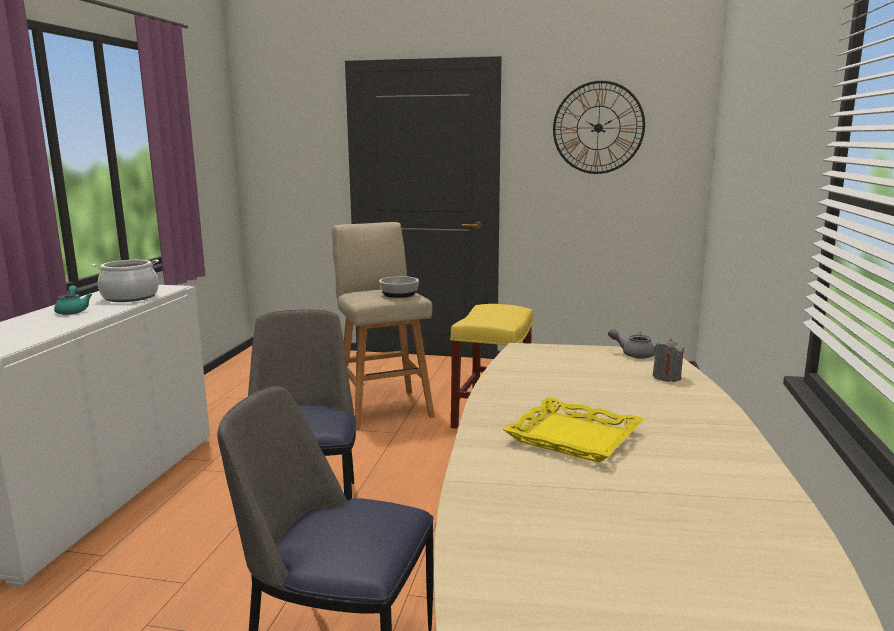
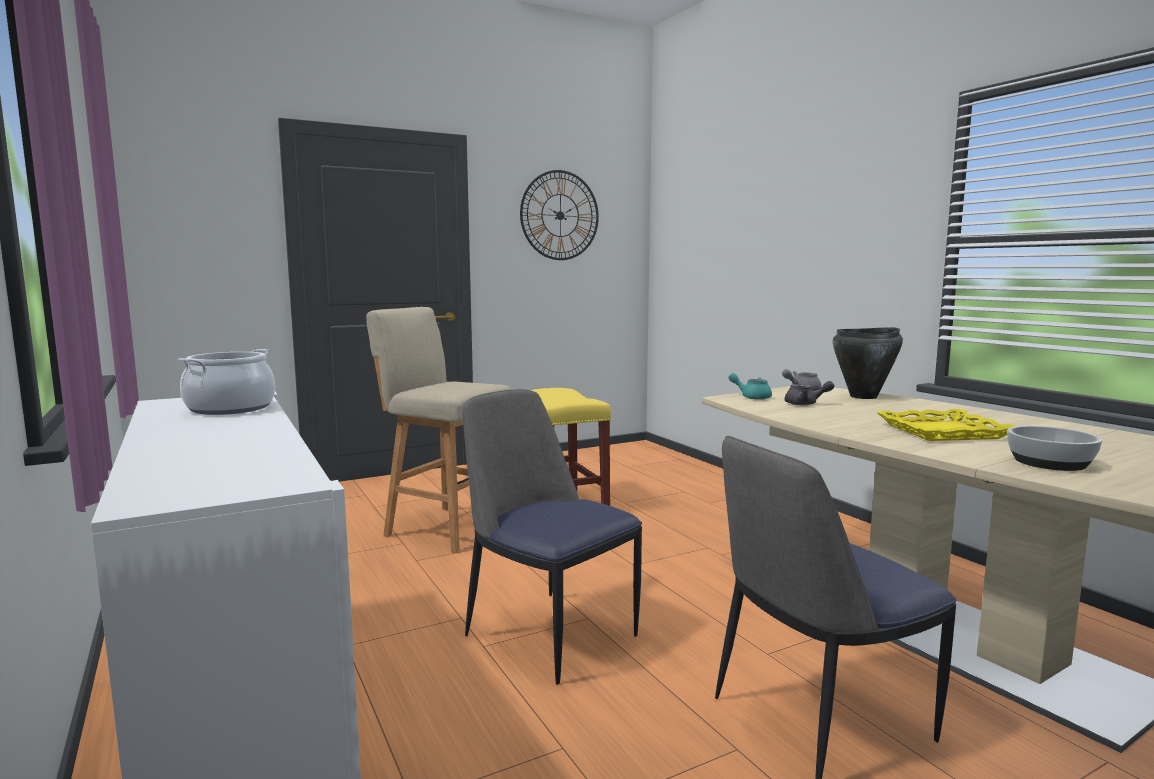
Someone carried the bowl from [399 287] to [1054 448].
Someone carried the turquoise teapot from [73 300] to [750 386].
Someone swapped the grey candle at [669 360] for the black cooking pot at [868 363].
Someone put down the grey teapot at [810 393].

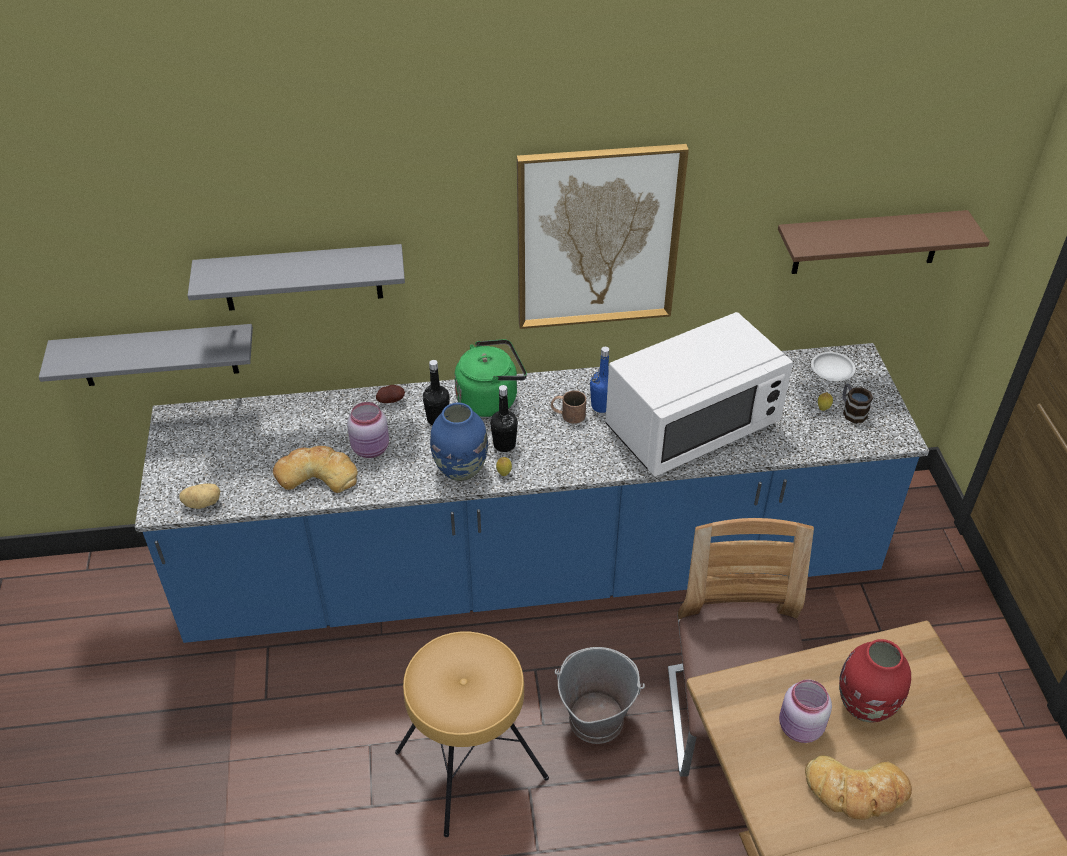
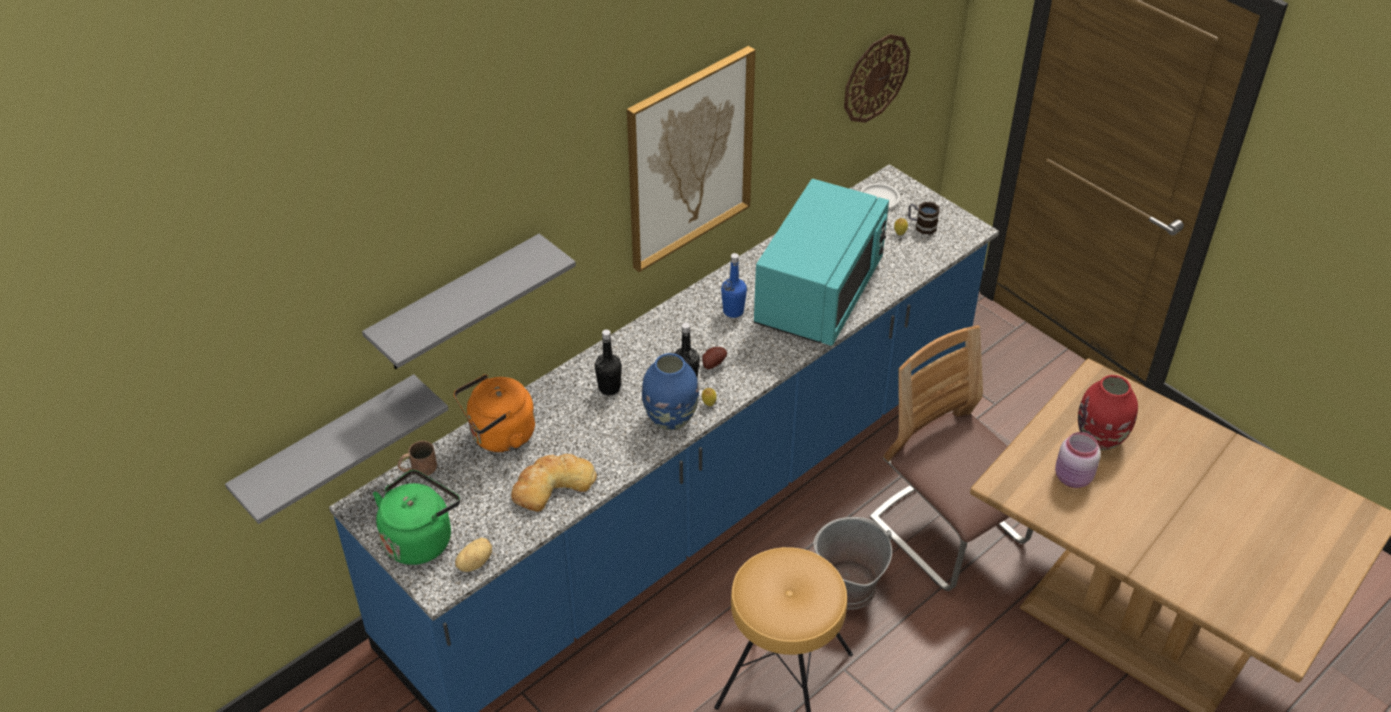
Someone swapped the brown shelf at [884 242] for the wall clock at [877 78].
Someone repainted the white microwave at [699 394], which became the turquoise microwave at [821 262].
Someone carried the green kettle from [490 378] to [416 517].
Someone carried the potato from [390 394] to [714 358].
Someone carried the brown mug from [568 407] to [417 458].
Someone took away the pink jar at [368 430].
Someone took away the bread at [858 787].
Someone put down the orange kettle at [494 413].

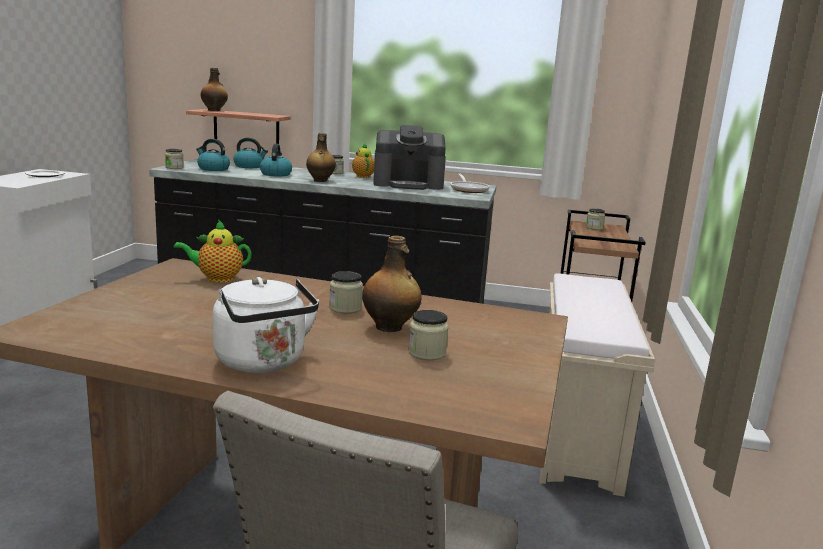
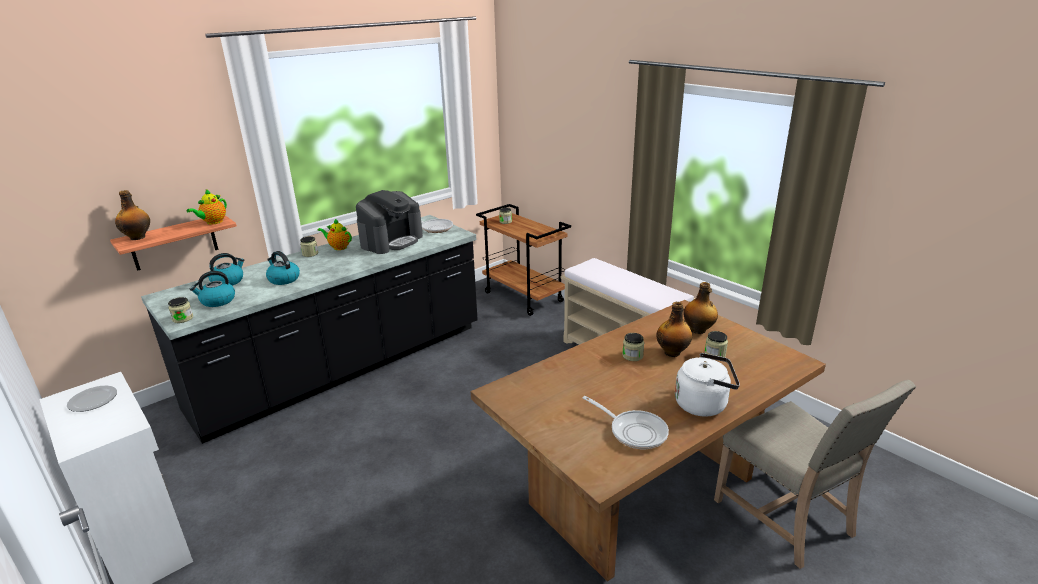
Someone carried the bottle from [321 157] to [700 308].
Someone carried the teapot from [213 251] to [207 207].
Someone put down the frying pan at [625 422].

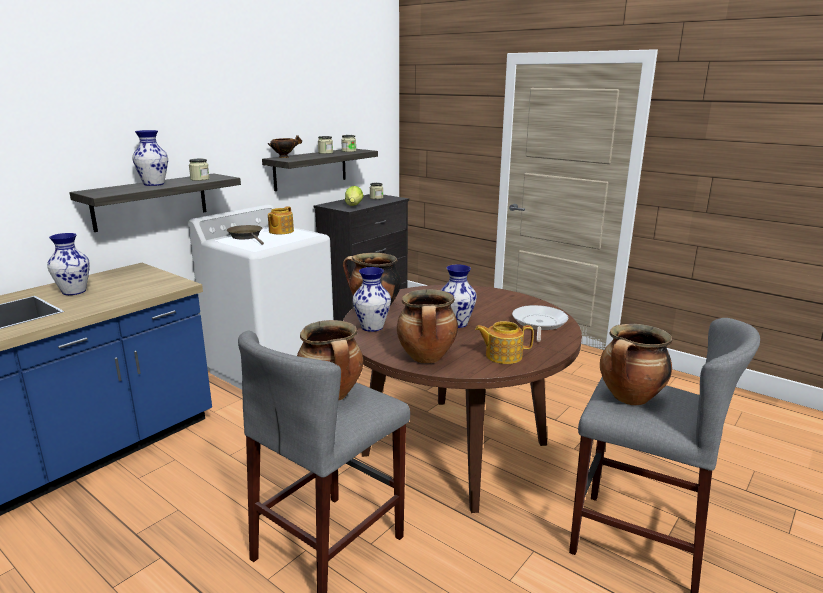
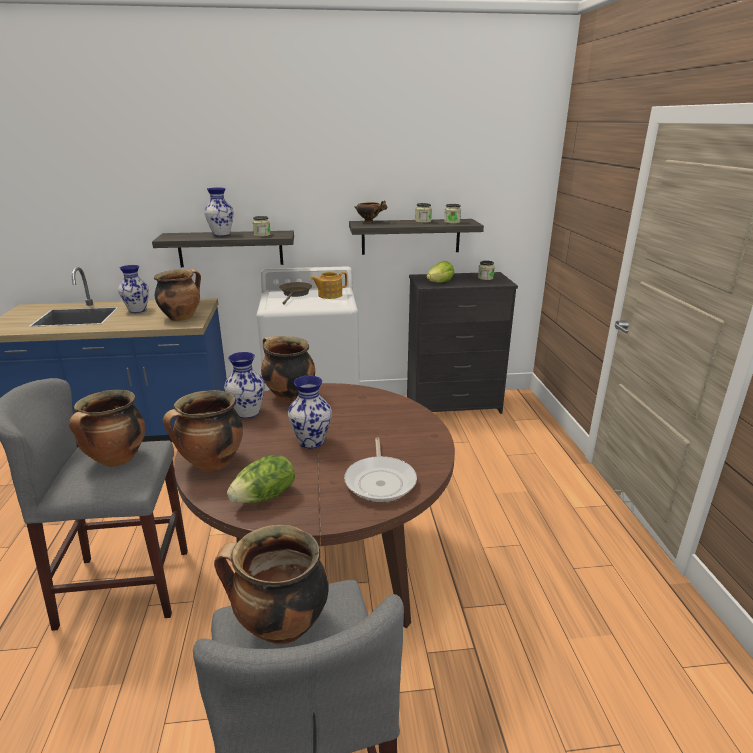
Someone rotated the frying pan at [540 323] by 120 degrees clockwise.
Someone swapped the teapot at [504 342] for the lettuce at [261 479].
Someone put down the cooking pot at [177 295].

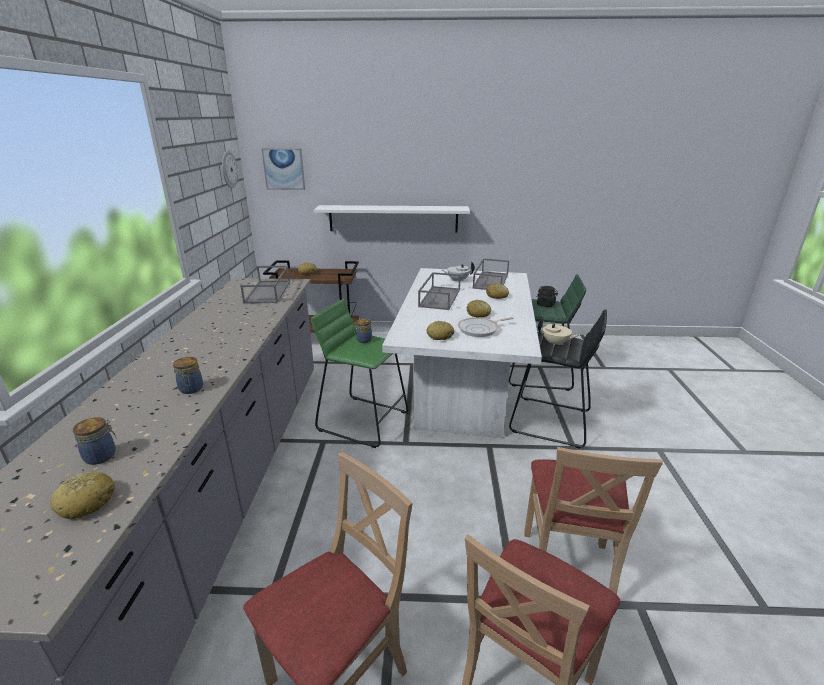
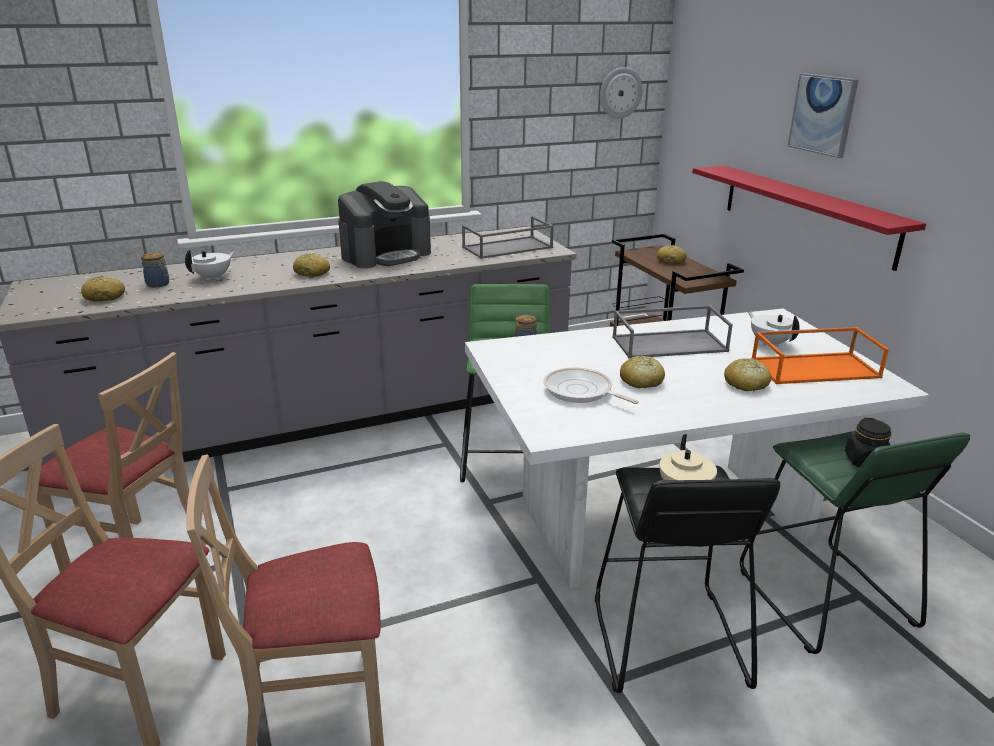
Someone carried the picture from [283 169] to [823 115].
Someone repainted the white shelf at [392 218], which became the red shelf at [809 218].
Someone repainted the grey tray at [491 274], which became the orange tray at [820 355].
Someone carried the bread from [440 330] to [311 265].
Someone took away the jar at [188 375].
Someone put down the coffee machine at [384 224].
Someone put down the white teapot at [210 265].

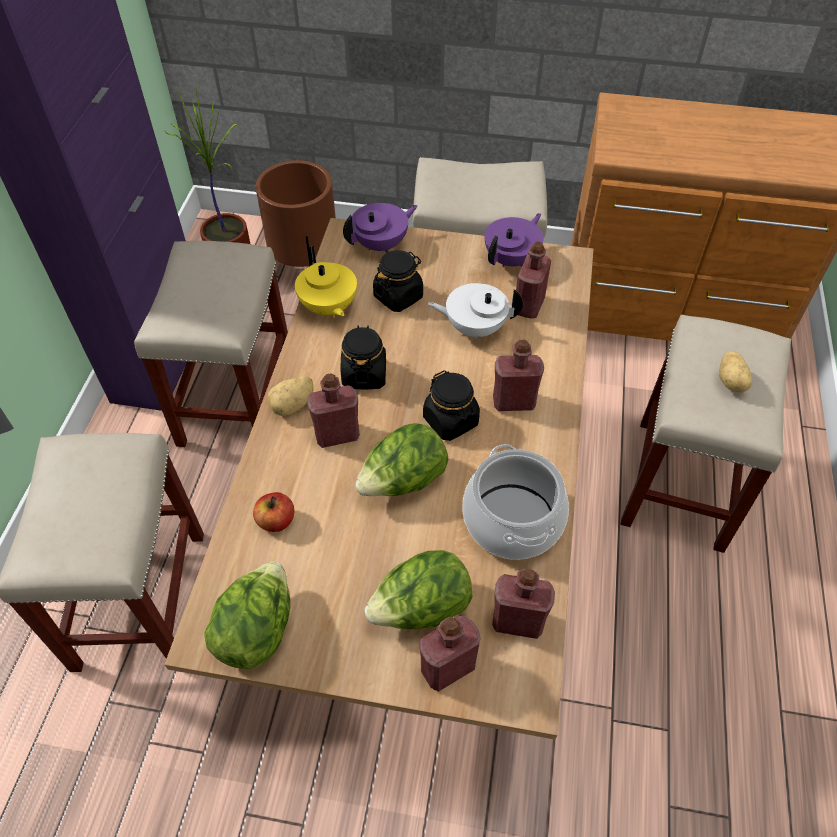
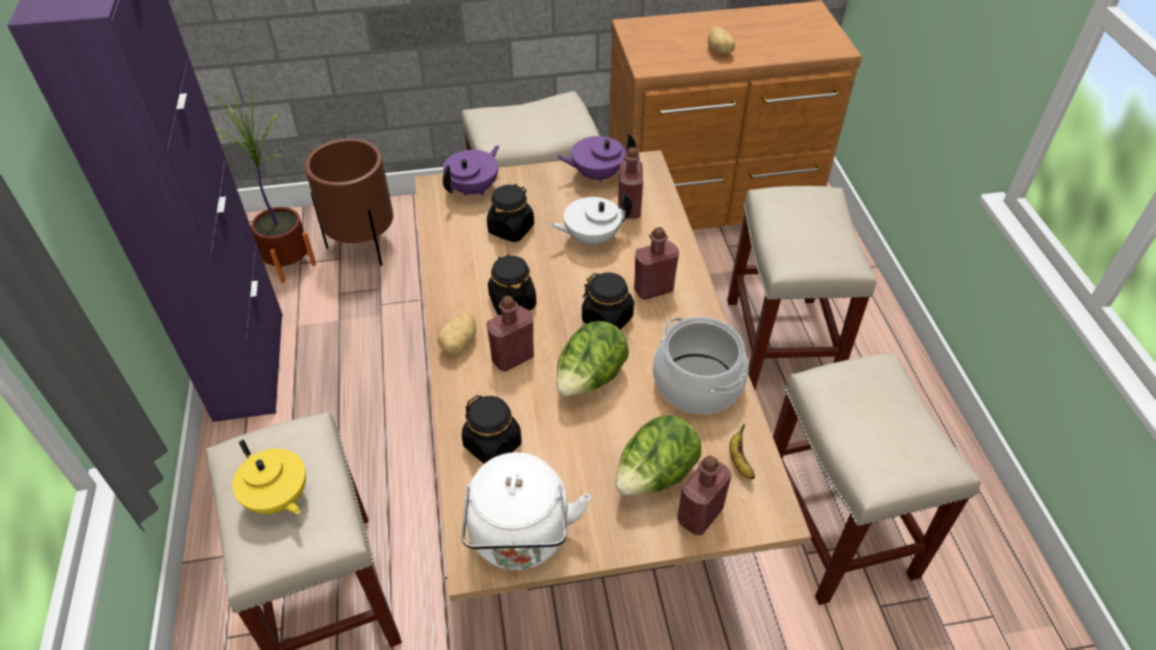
Someone rotated the purple teapot at [514 240] by 120 degrees counterclockwise.
Someone carried the beige stool from [211 344] to [877 478].
Someone carried the yellow teapot from [326 282] to [269 476].
Someone carried the potato from [735 371] to [721 40].
Someone swapped the apple at [273 512] for the black jar at [492 429].
Someone swapped the lettuce at [247 615] for the white kettle at [526 511].
Someone swapped the red bottle at [523 604] for the banana at [742 451].

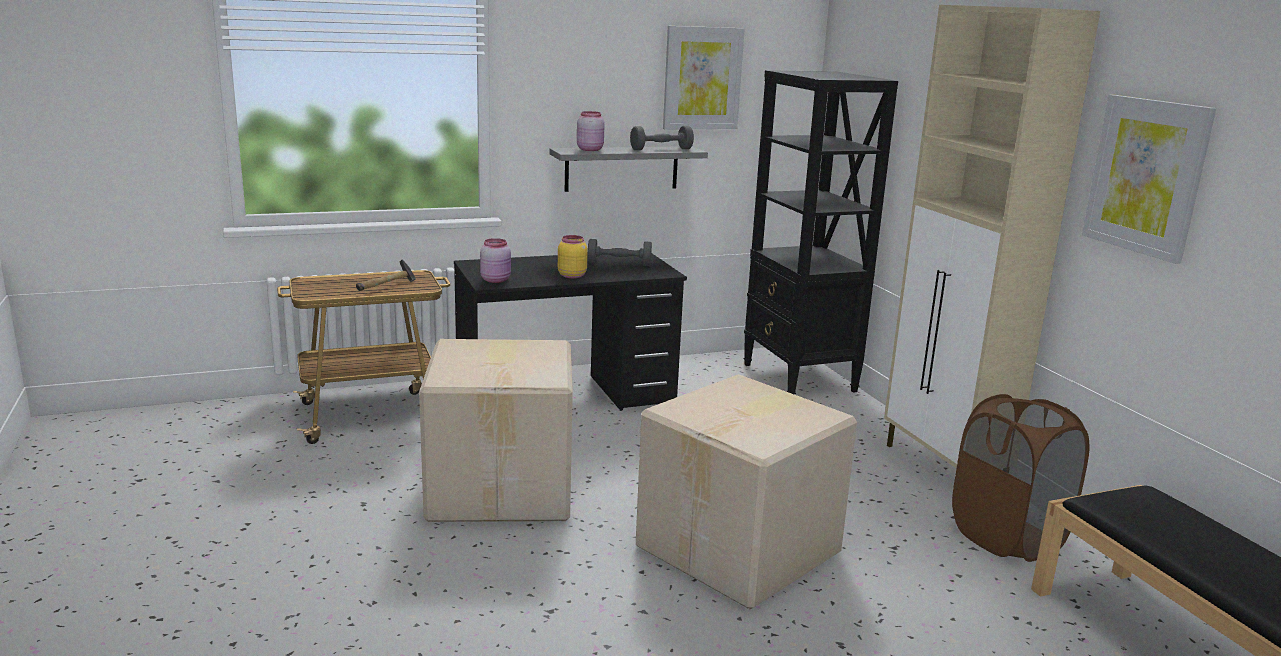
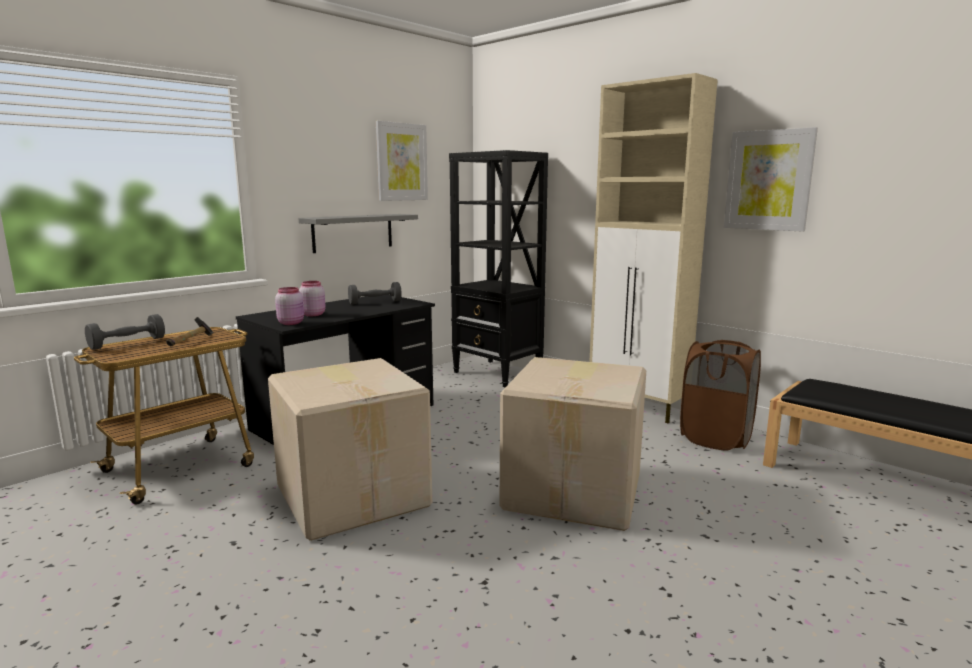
Someone carried the pink jar from [591 131] to [312 298].
Someone carried the grey dumbbell from [662 138] to [125 332].
Someone took away the yellow jar at [573 256].

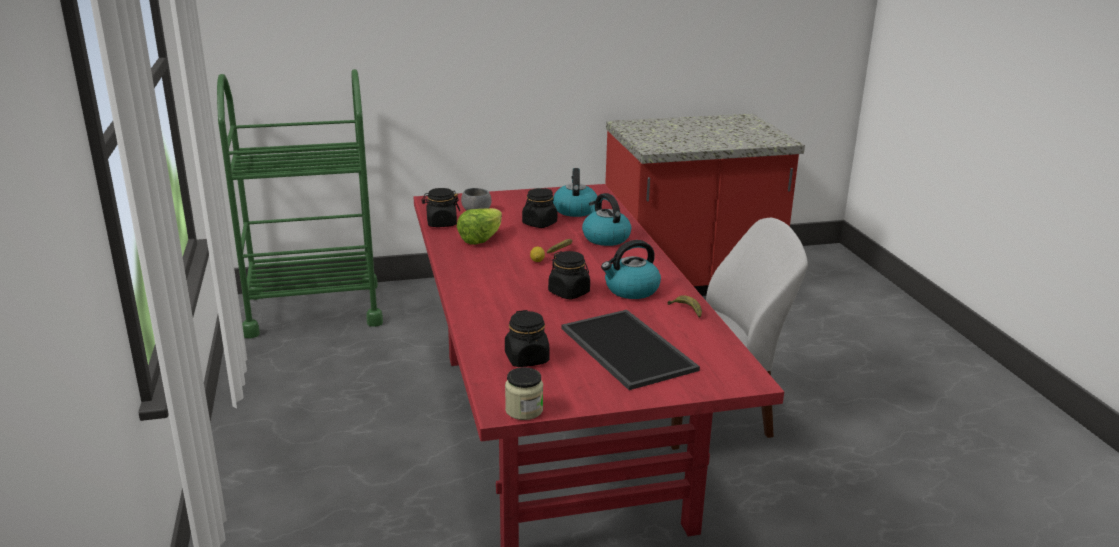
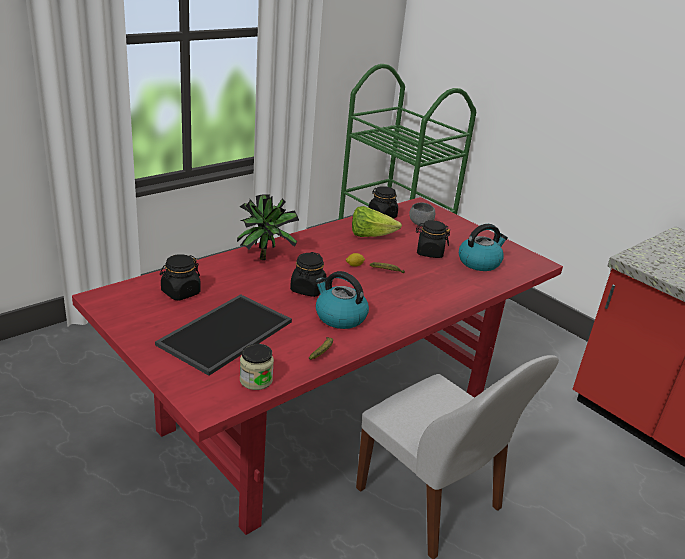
Someone took away the kettle at [606 219].
Someone carried the jar from [524 393] to [257 367].
Someone put down the potted plant at [268 227].

